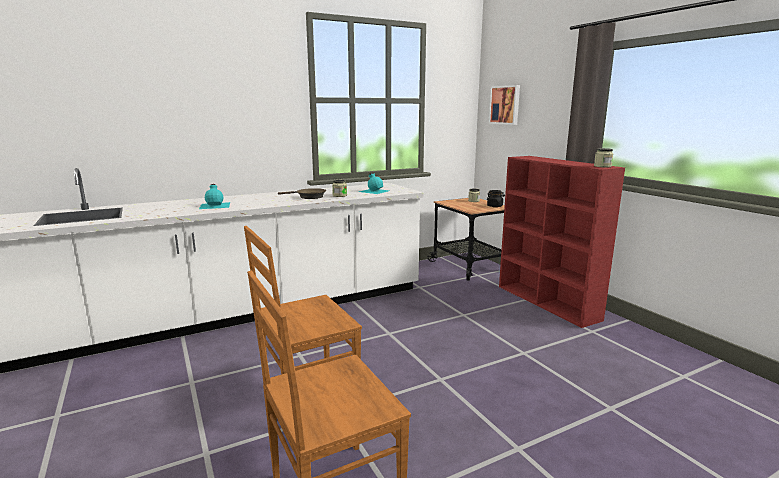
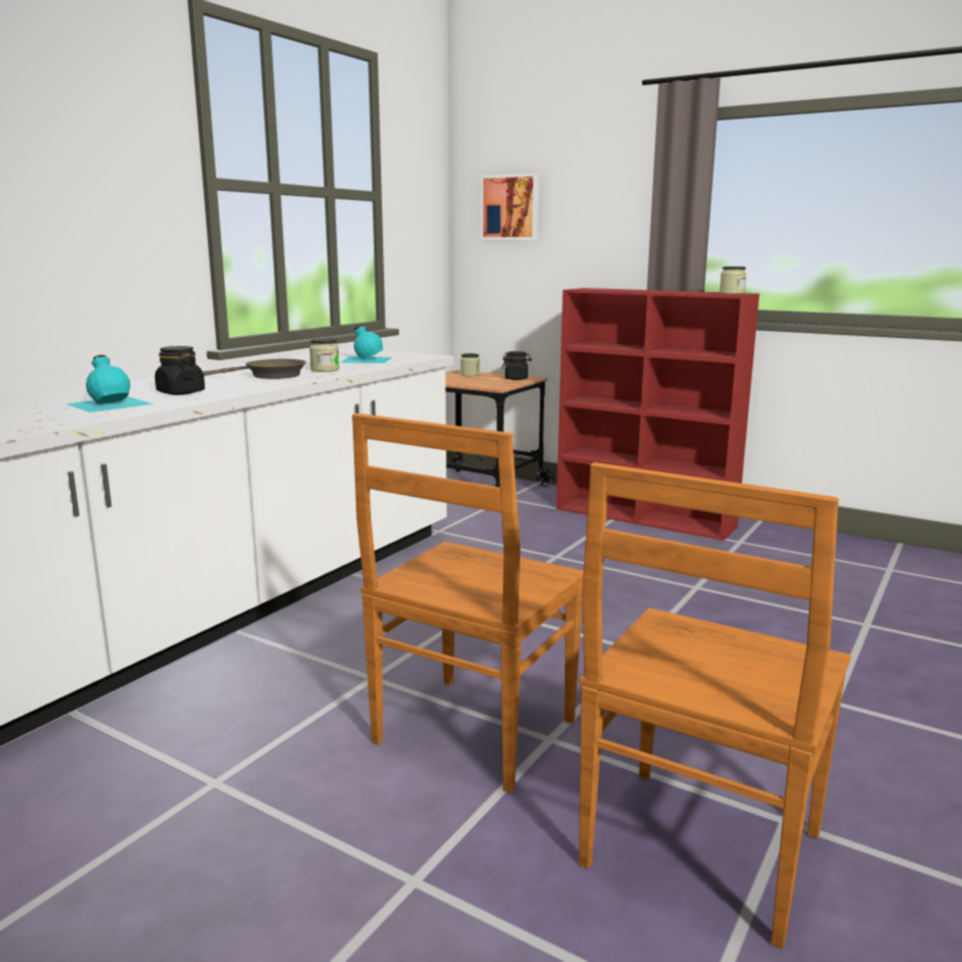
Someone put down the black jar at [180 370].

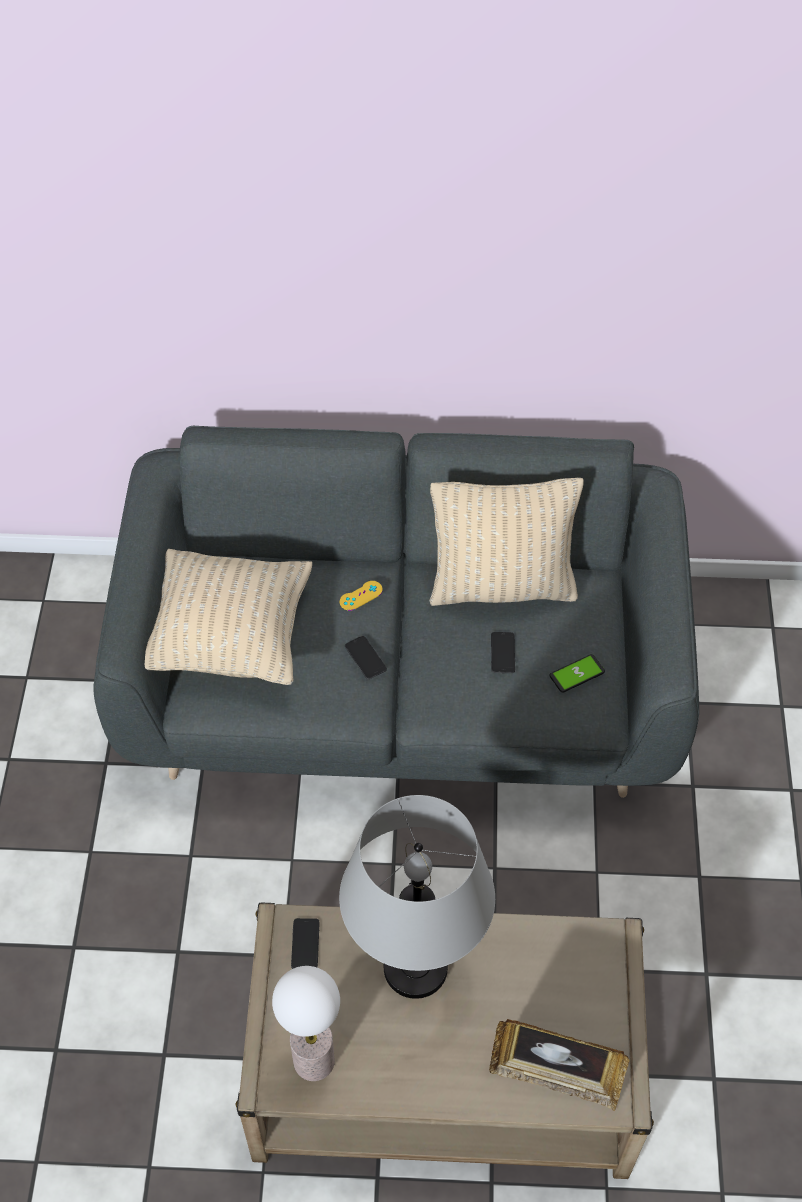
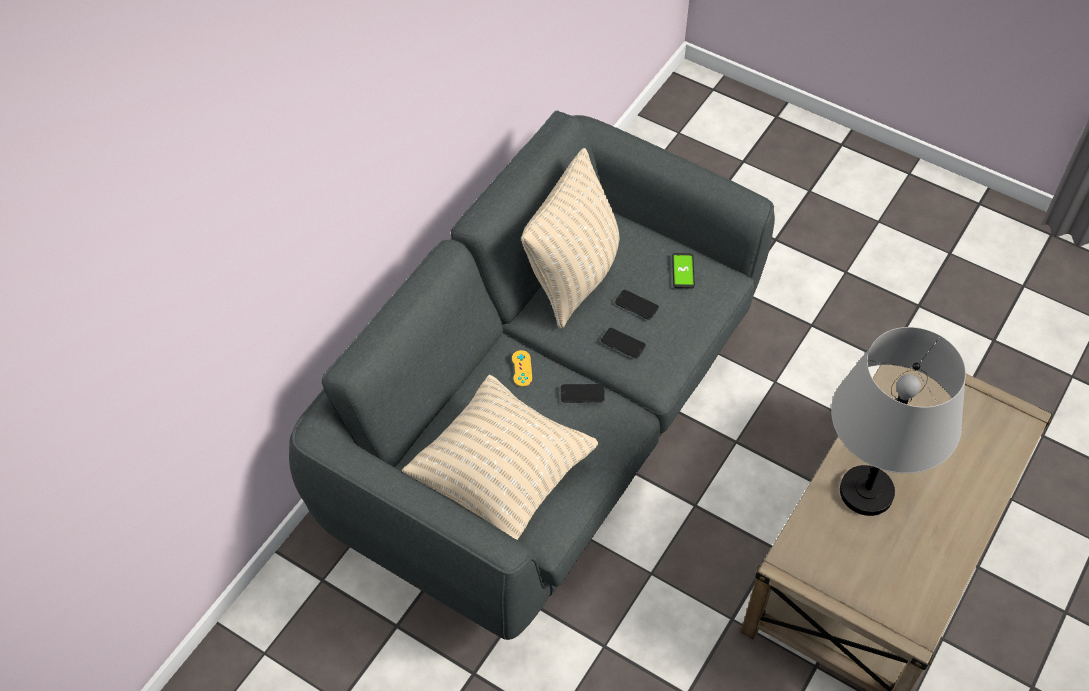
Someone carried the phone from [305 943] to [623 343].
Someone took away the table lamp at [306 1023].
Someone took away the picture frame at [559 1065].

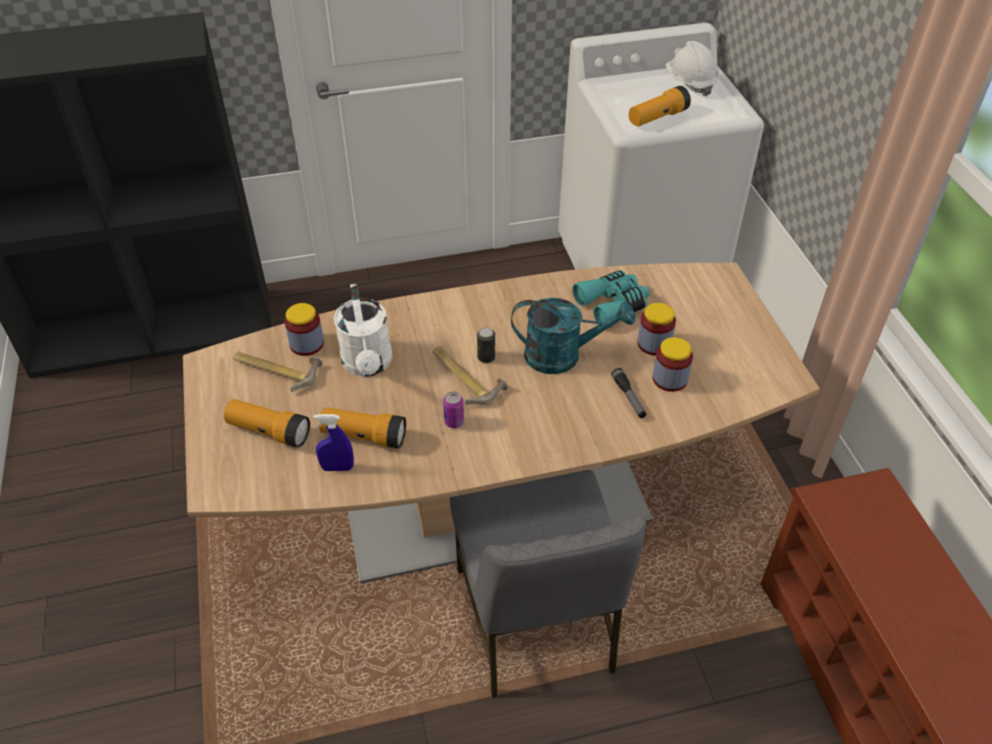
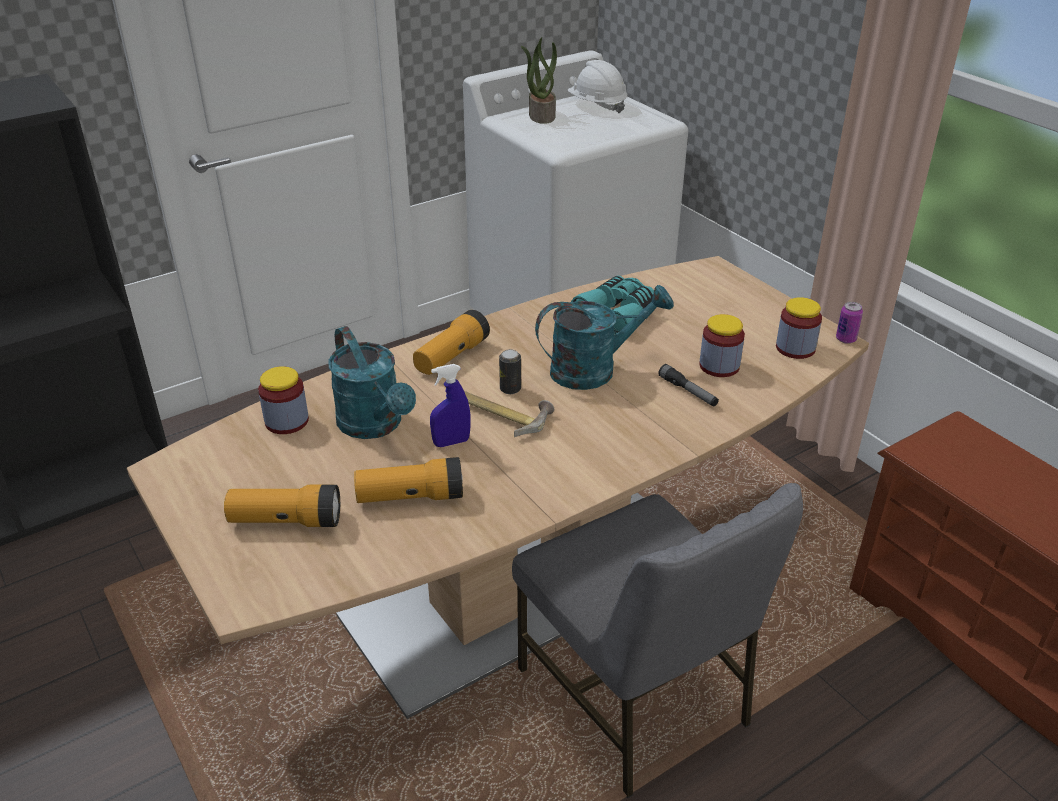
Someone carried the flashlight from [660 106] to [451 342].
Someone repainted the white watering can at [363 330], which became the turquoise watering can at [372 382].
Someone carried the jar from [656 329] to [799 328].
Someone took away the hammer at [278 372].
Someone carried the can from [453 410] to [849 323].
Someone carried the blue spray bottle from [333 442] to [450 405].
Someone put down the potted plant at [539 80].

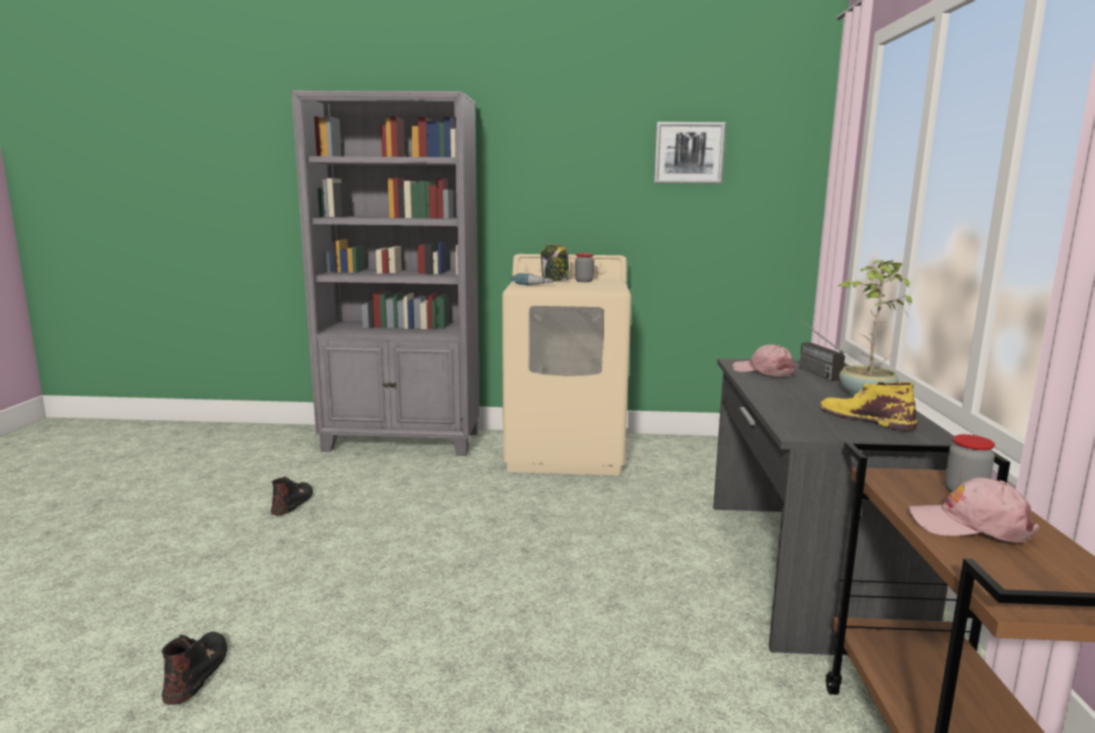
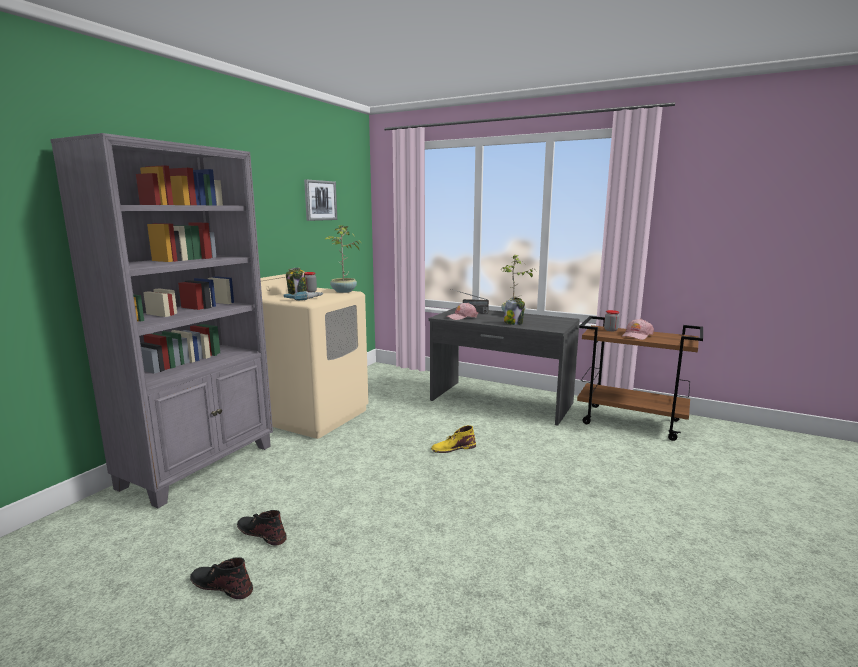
Someone carried the yellow boot from [868 406] to [453 439].
Someone carried the black boot from [194 668] to [221 578].
Someone put down the potted plant at [342 259].
Someone put down the jar at [514 311].

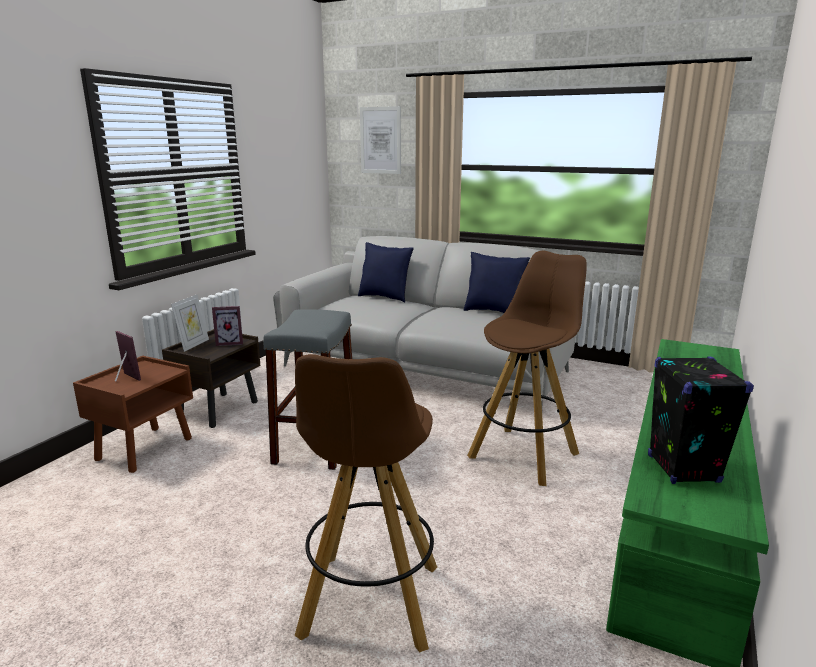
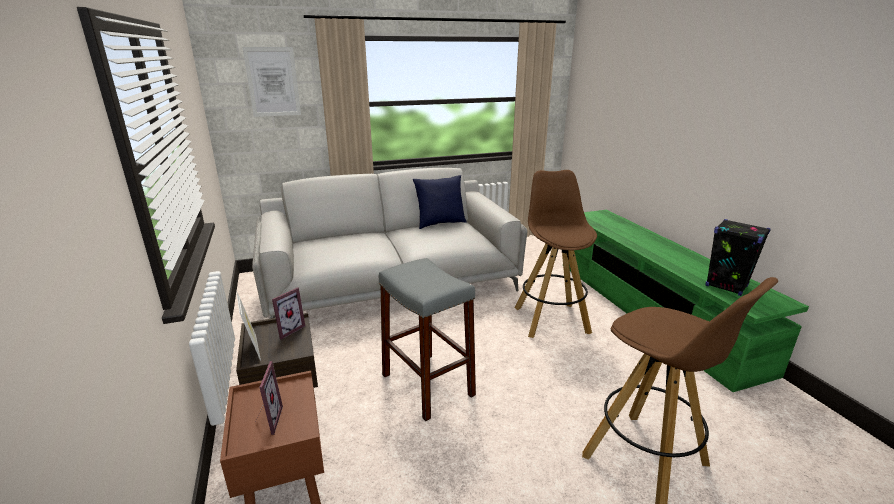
Someone took away the blue pillow at [386 272].
Someone rotated the picture frame at [128 356] by 90 degrees clockwise.

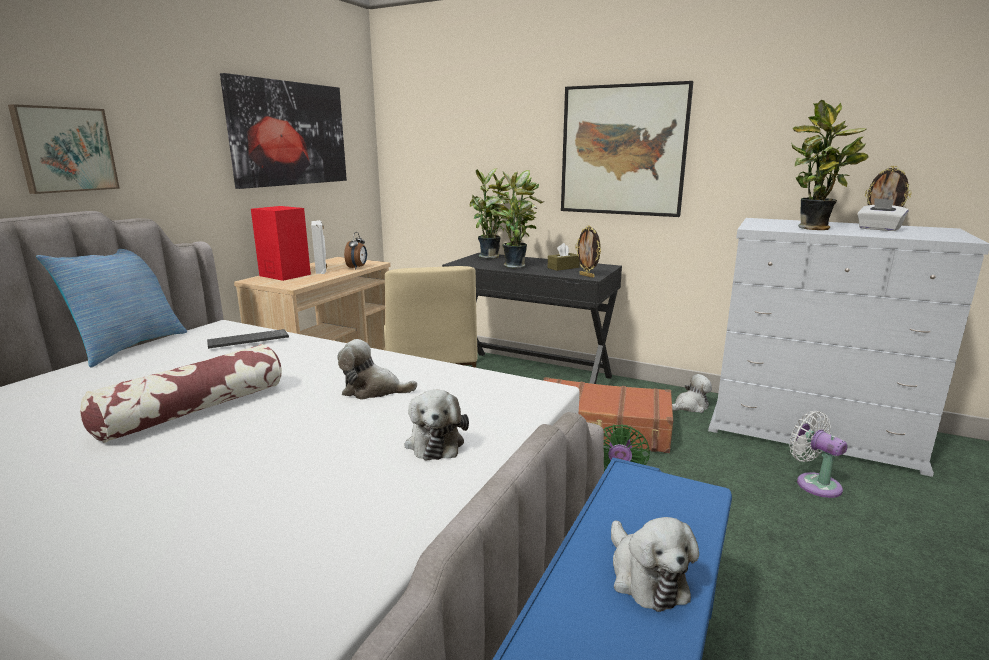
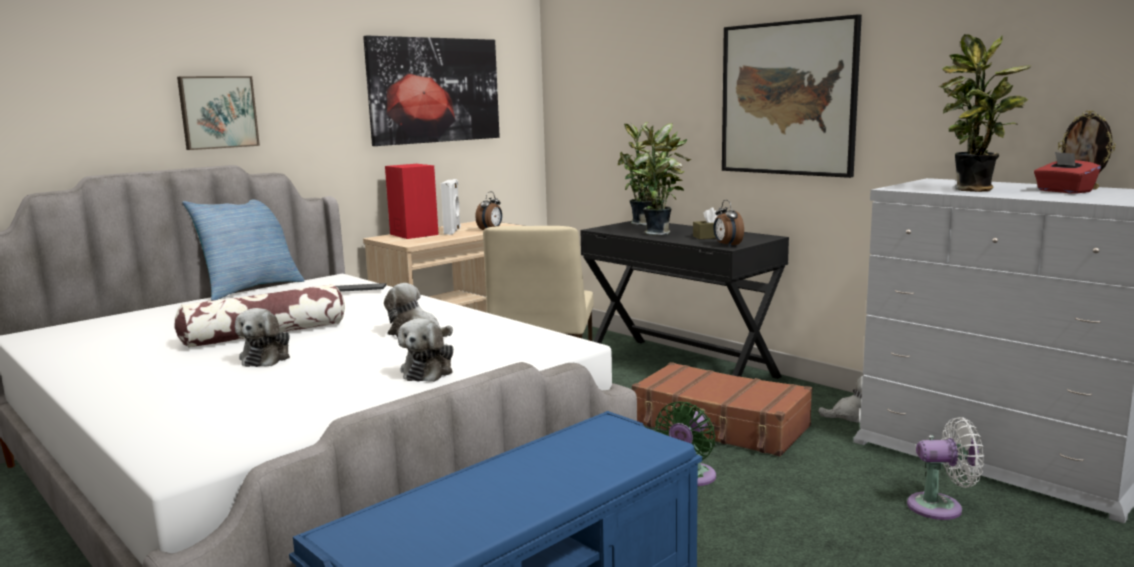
Someone repainted the white tissue box at [883 214], which became the red tissue box at [1067 173].
Someone swapped the picture frame at [588 251] for the alarm clock at [728 223].
Someone rotated the white fan at [818 454] by 105 degrees clockwise.
Someone carried the plush toy from [655 564] to [262 337].

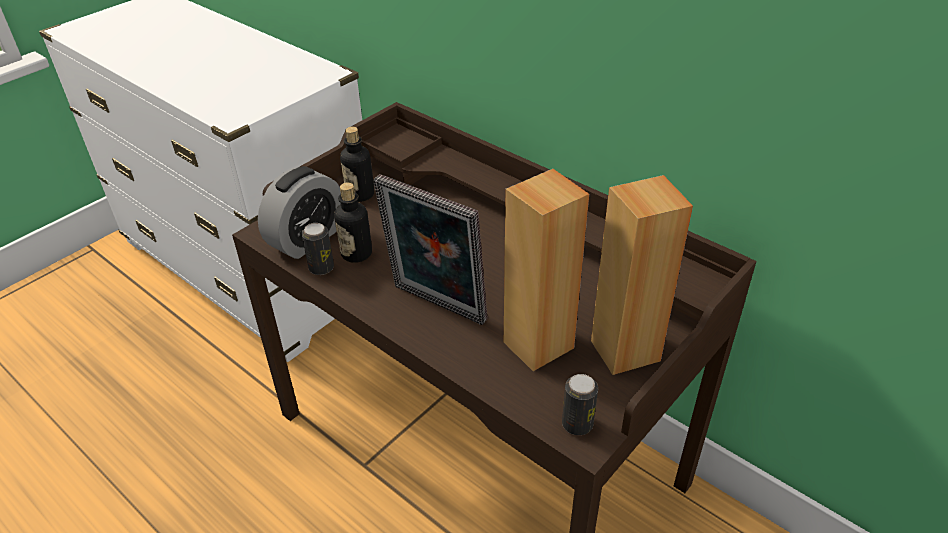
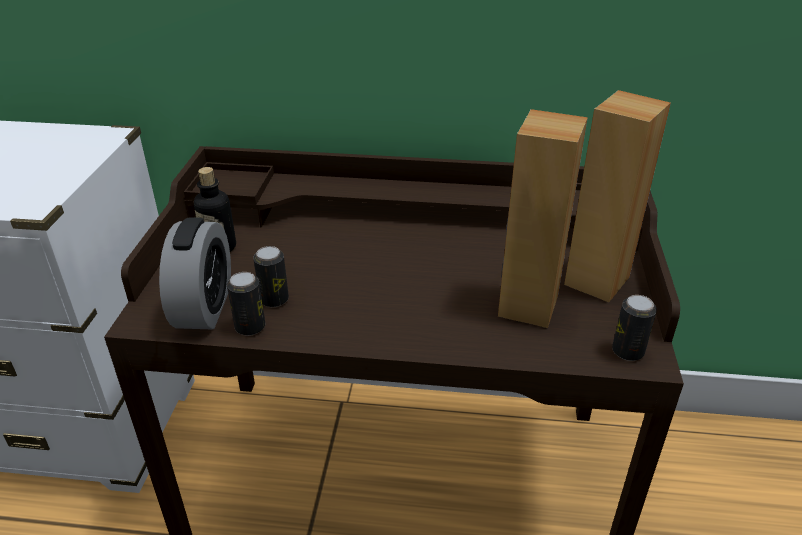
Someone took away the picture frame at [430 249].
Someone swapped the bottle at [353 223] for the can at [271 276].

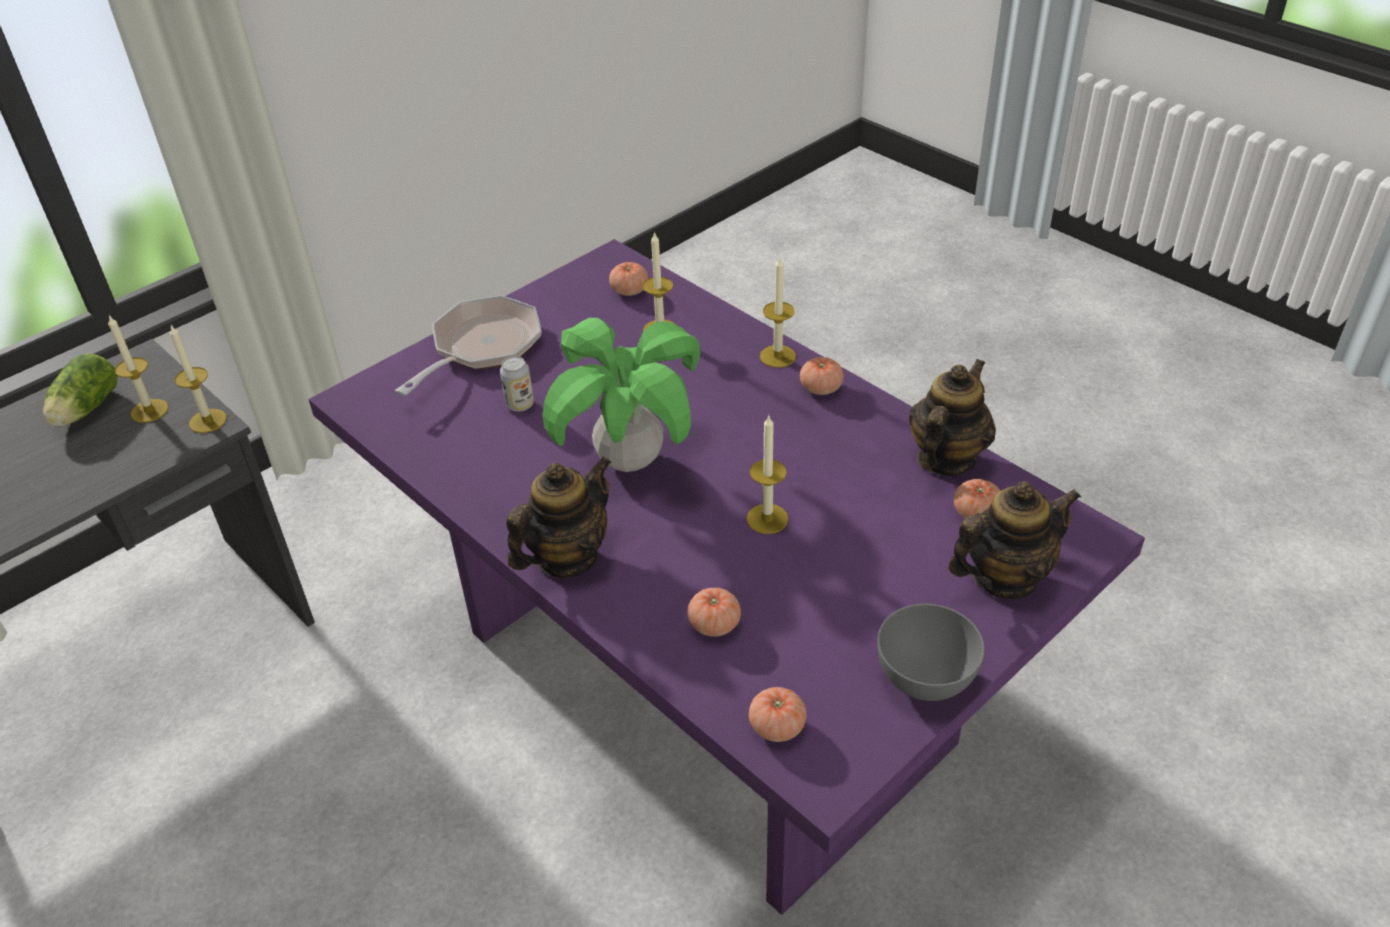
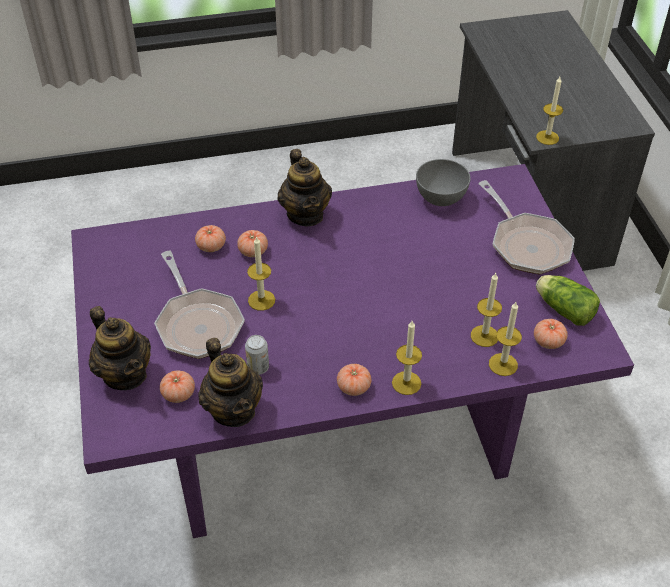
Someone carried the candle from [138 369] to [505 339].
Someone took away the potted plant at [621 395].
Someone carried the lettuce from [80 390] to [568 300].
Someone carried the can from [517 384] to [257 355].
Someone rotated the teapot at [1014 540] by 45 degrees counterclockwise.
Someone carried the grey bowl from [931 652] to [443 182].
Someone carried the tomato from [778 714] to [252 243].
Someone put down the frying pan at [199 305].

